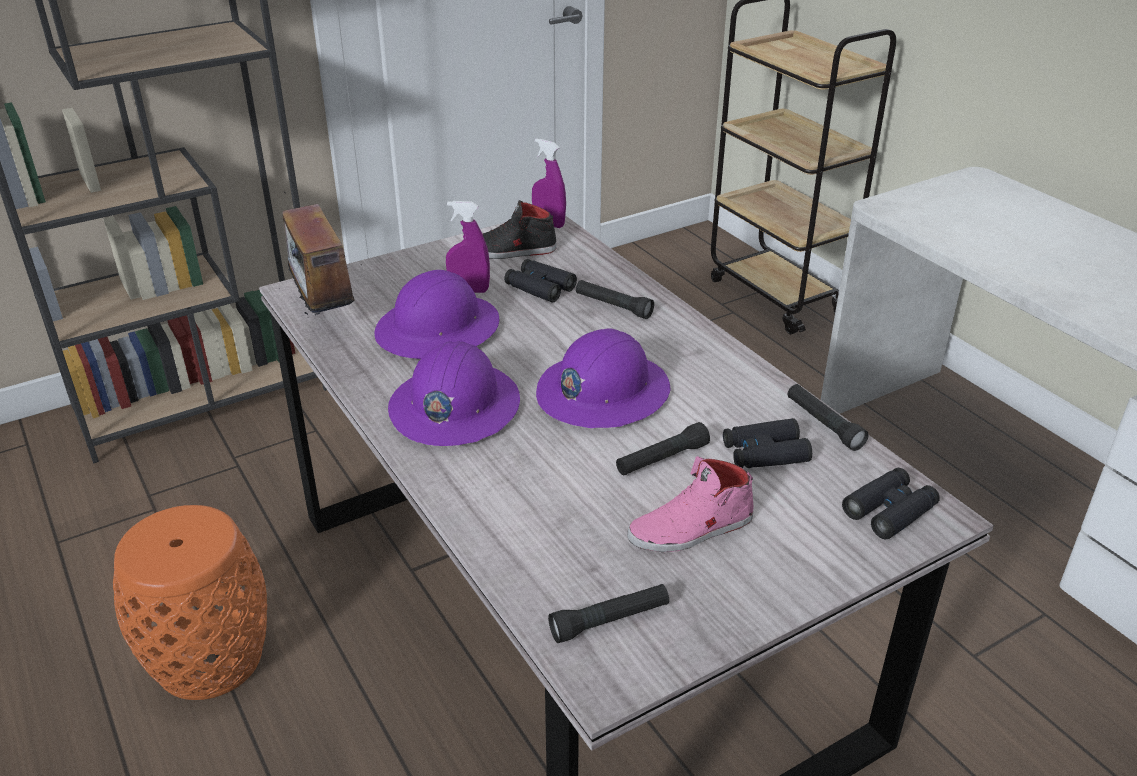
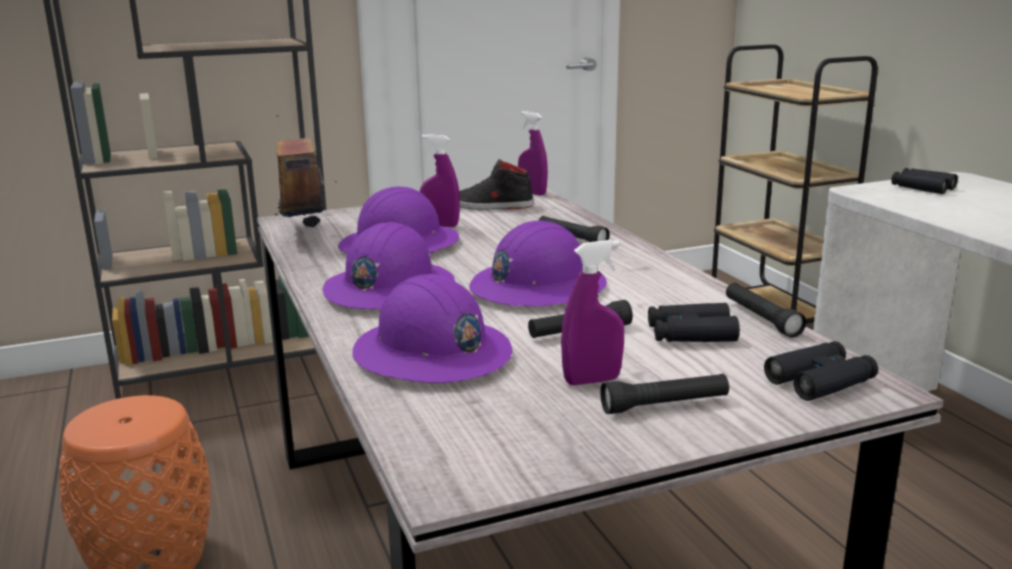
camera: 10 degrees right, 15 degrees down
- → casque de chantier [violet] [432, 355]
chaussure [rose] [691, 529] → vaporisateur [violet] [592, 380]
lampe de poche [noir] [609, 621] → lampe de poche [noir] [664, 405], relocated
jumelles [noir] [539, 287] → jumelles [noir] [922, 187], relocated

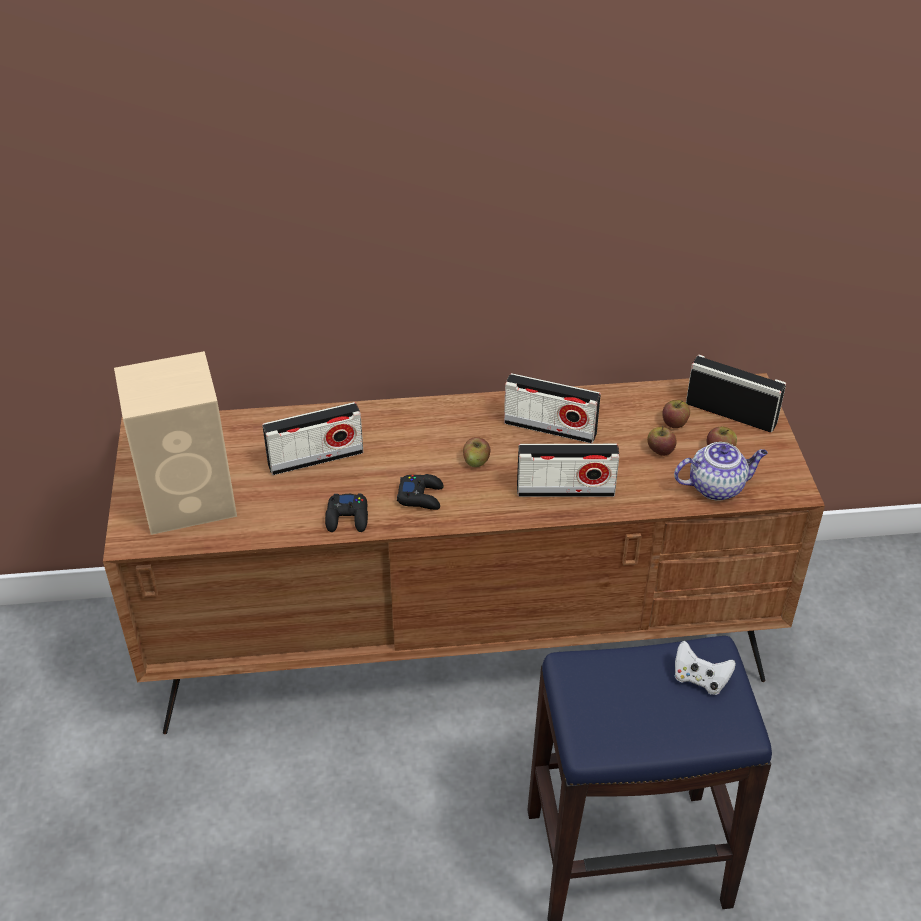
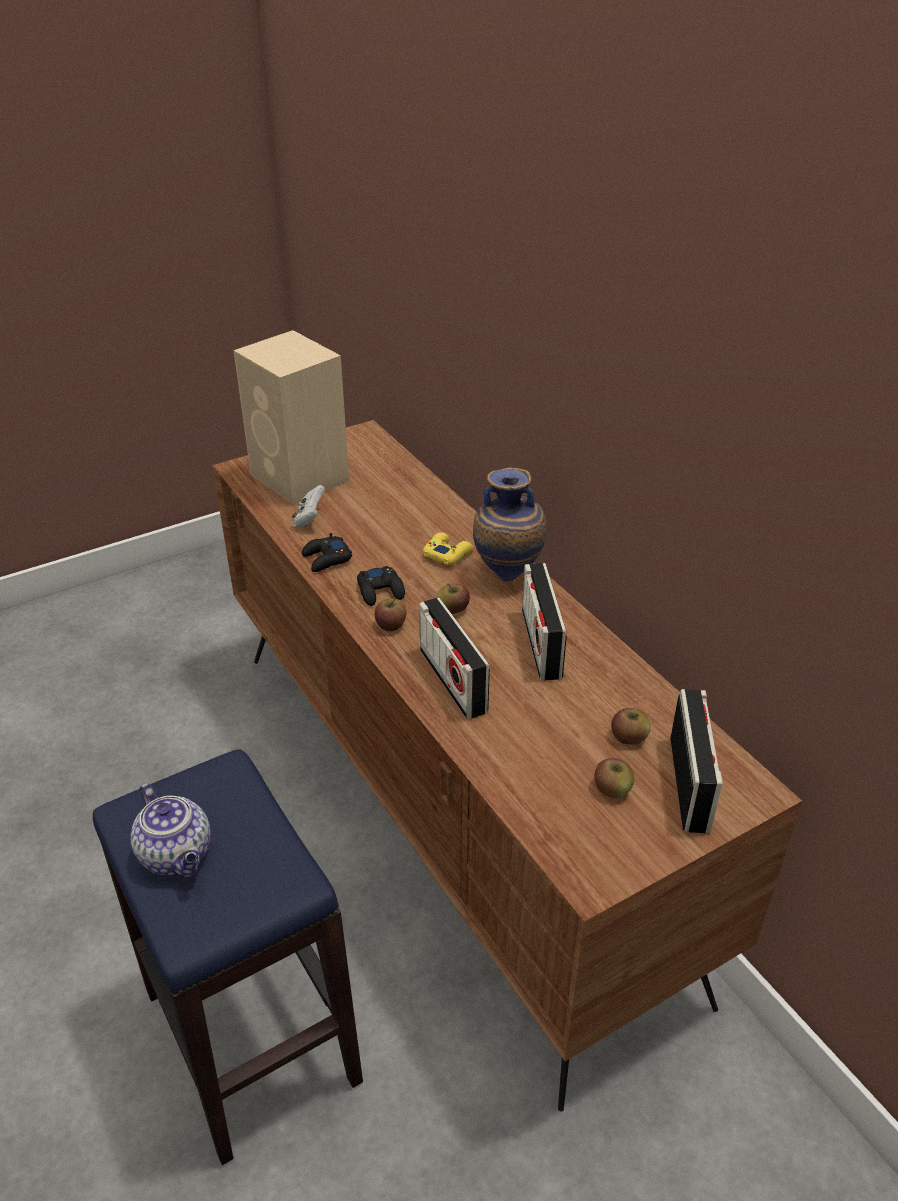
camera: 65 degrees right, 5 degrees down
théière [717, 486] → théière [177, 855], relocated
manette [blanc] [700, 679] → manette [blanc] [309, 519], relocated
pomme [660, 450] → pomme [391, 625], relocated
- → manette [jaune] [447, 553]
- → vase [507, 575]
radio [315, 458] → -

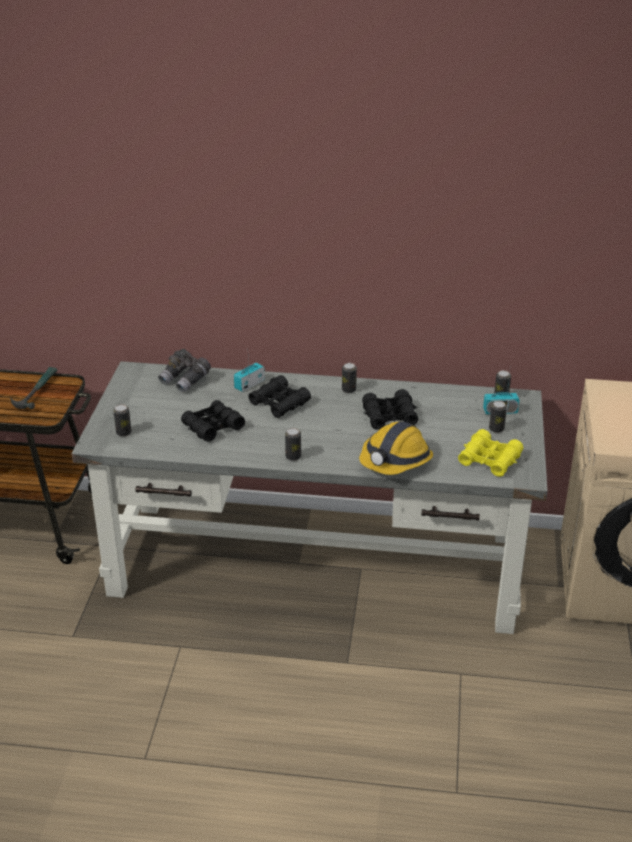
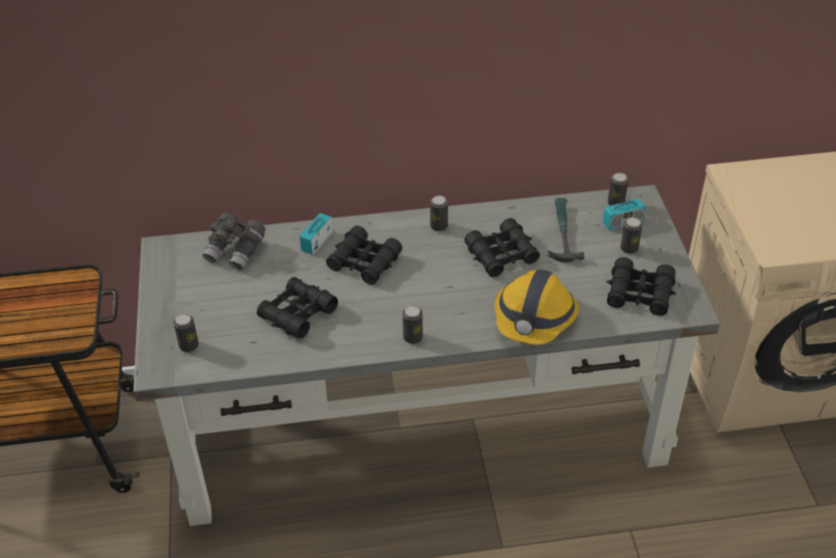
camera: 15 degrees left, 10 degrees up
marteau [36, 391] → marteau [561, 233], relocated
jumelles [jaune] [489, 460] → jumelles [noir] [639, 294]

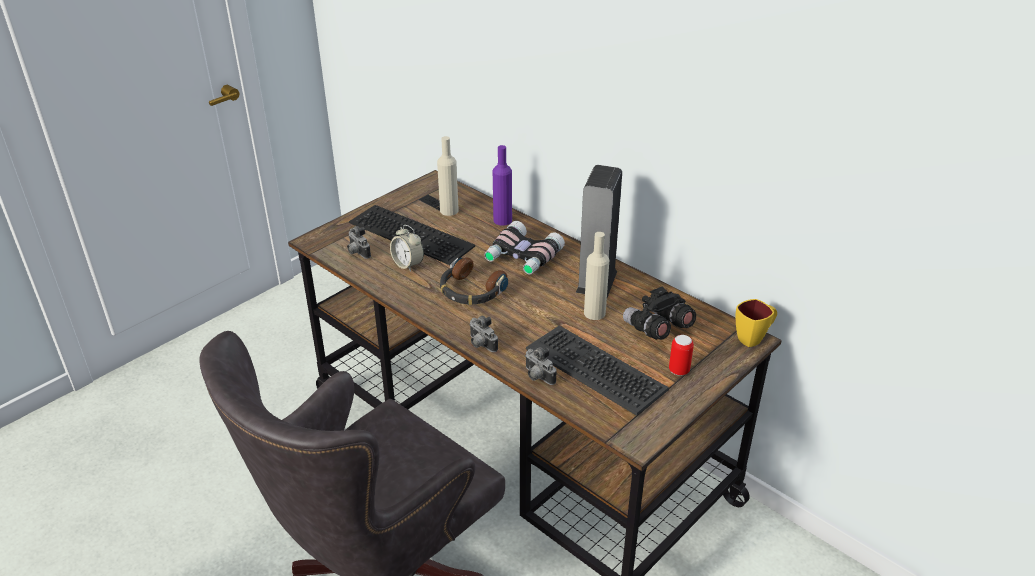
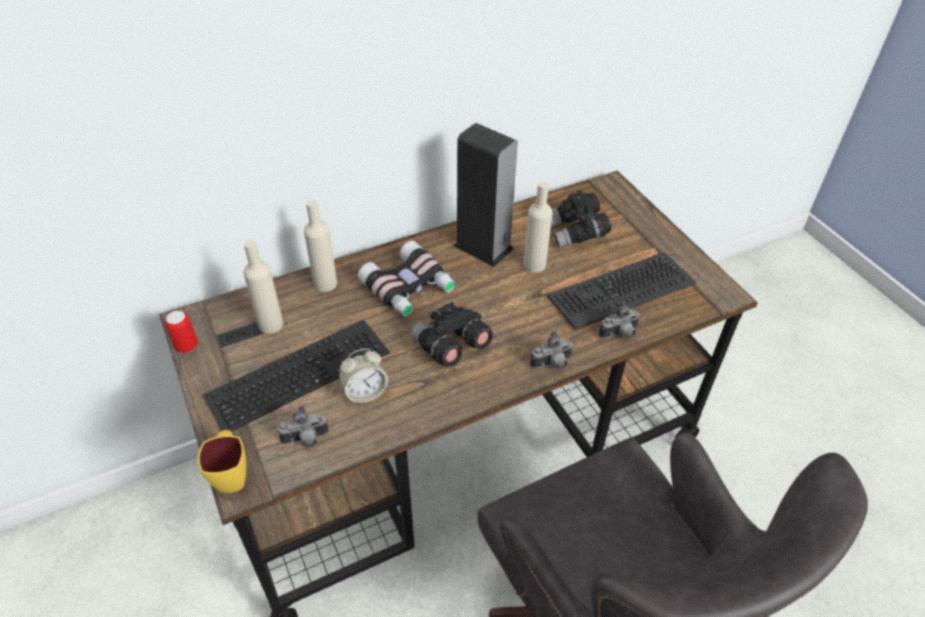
camera: 70 degrees left, 10 degrees up
boîte métallique [679, 370] → boîte métallique [187, 346], relocated
mug [jaune] [754, 338] → mug [jaune] [232, 474], relocated
bouteille [violet] [502, 220] → bouteille [beige] [325, 283]
casque audio [471, 291] → jumelles [noir] [450, 347]

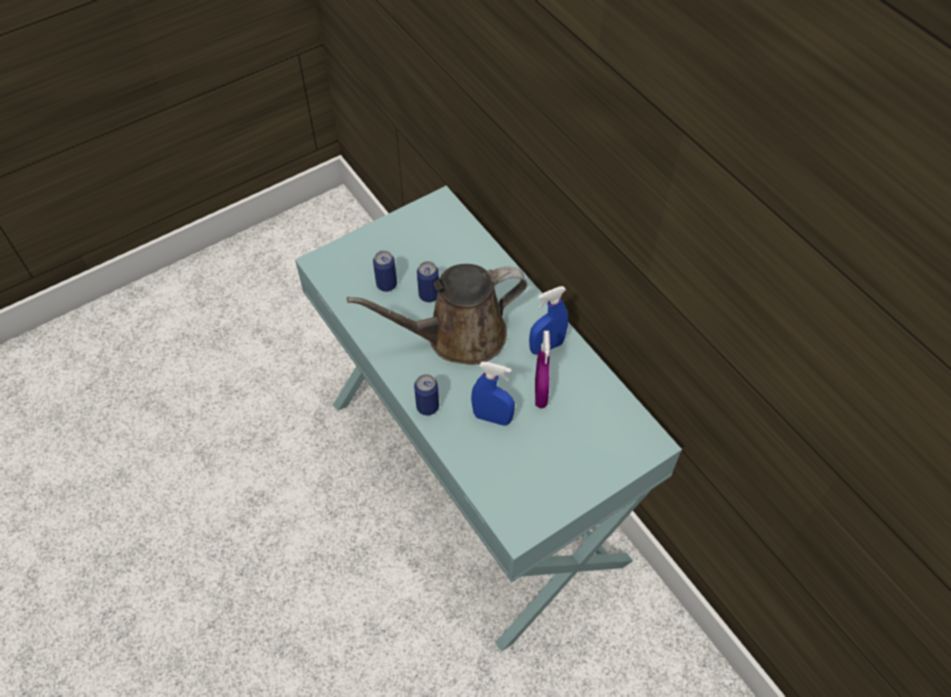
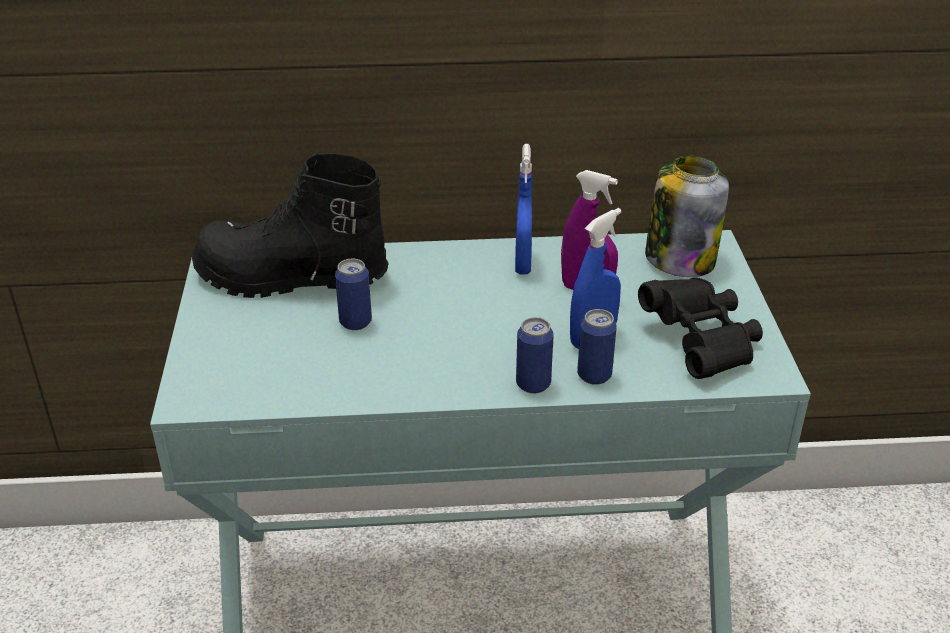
camera: 60 degrees left, 20 degrees down
- → botte [noir] [291, 278]
boîte métallique [386, 284] → boîte métallique [594, 375], relocated
- → jumelles [noir] [701, 343]
- → bocal [679, 259]
arrosoir [marron] [458, 336] → -

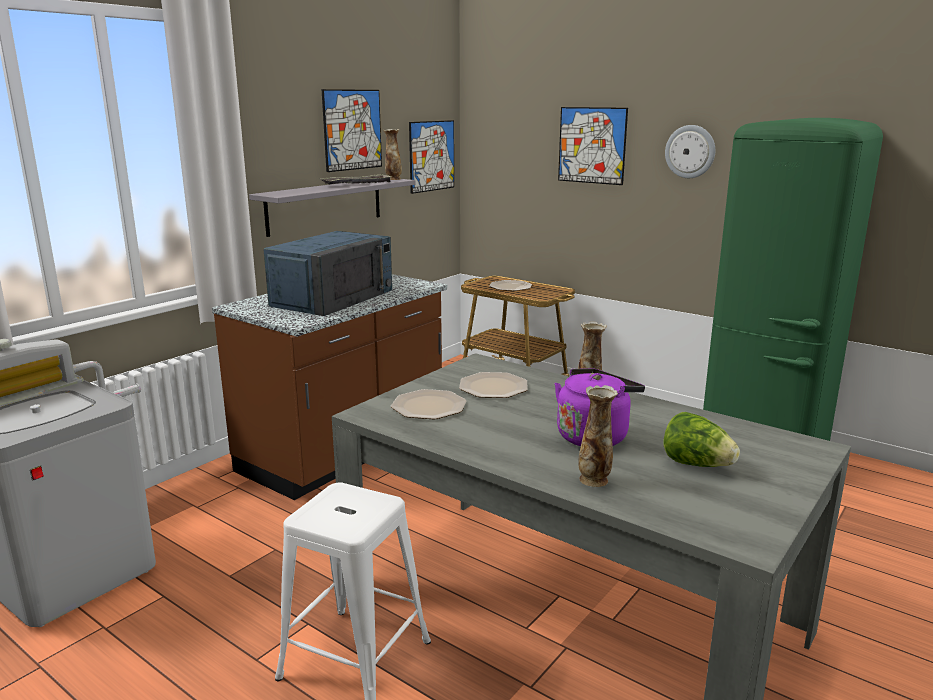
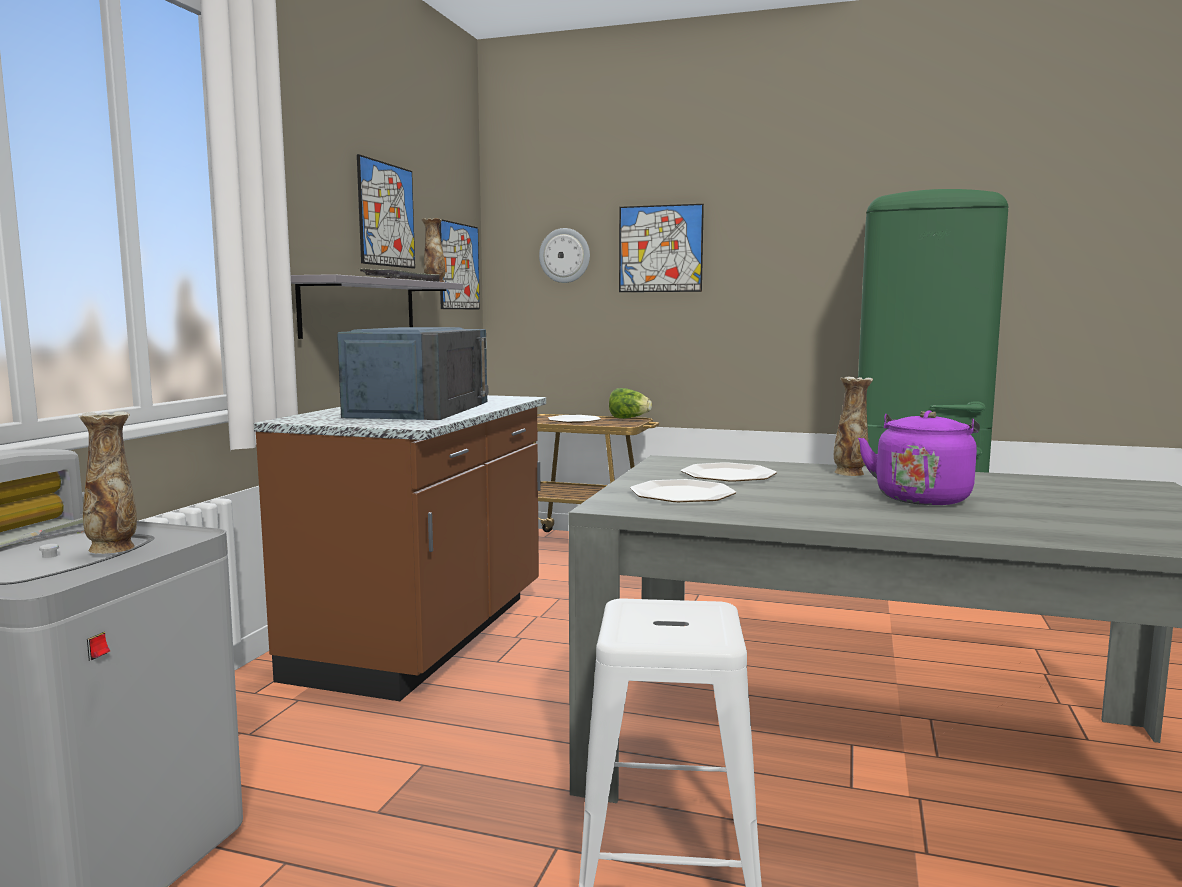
camera: 20 degrees left, 10 degrees down
vase [594, 480] → vase [113, 548], relocated
horloge murale [690, 151] → horloge murale [565, 255], relocated
laitue [697, 464] → laitue [629, 418], relocated

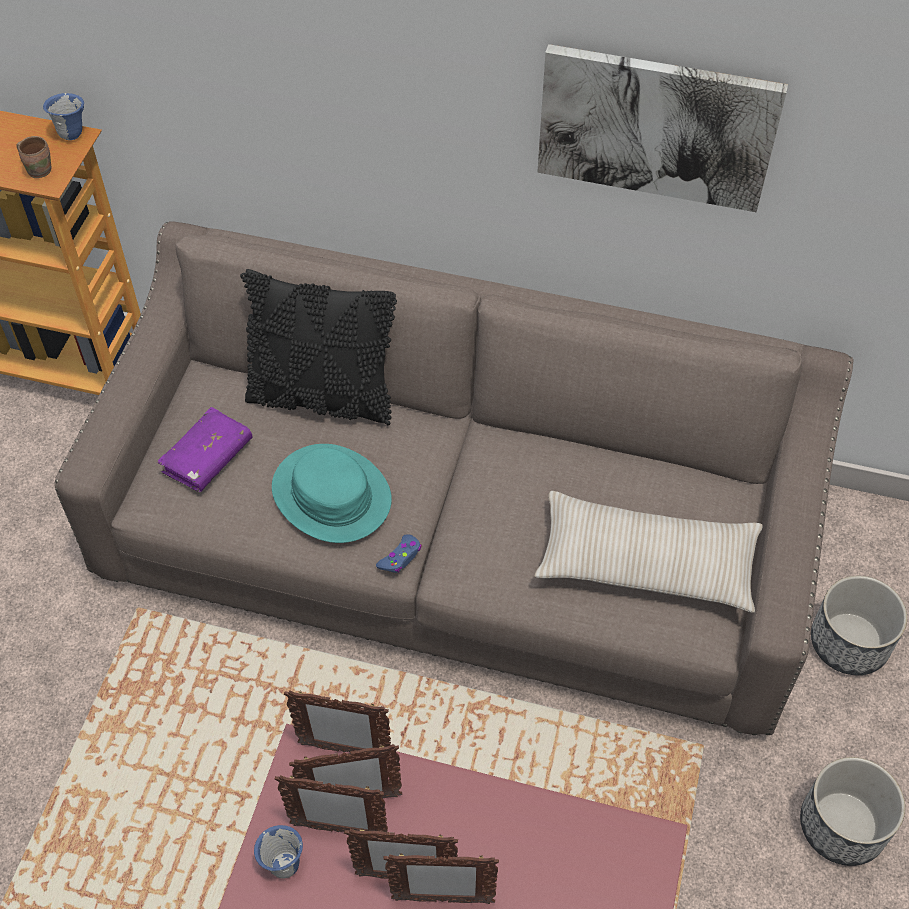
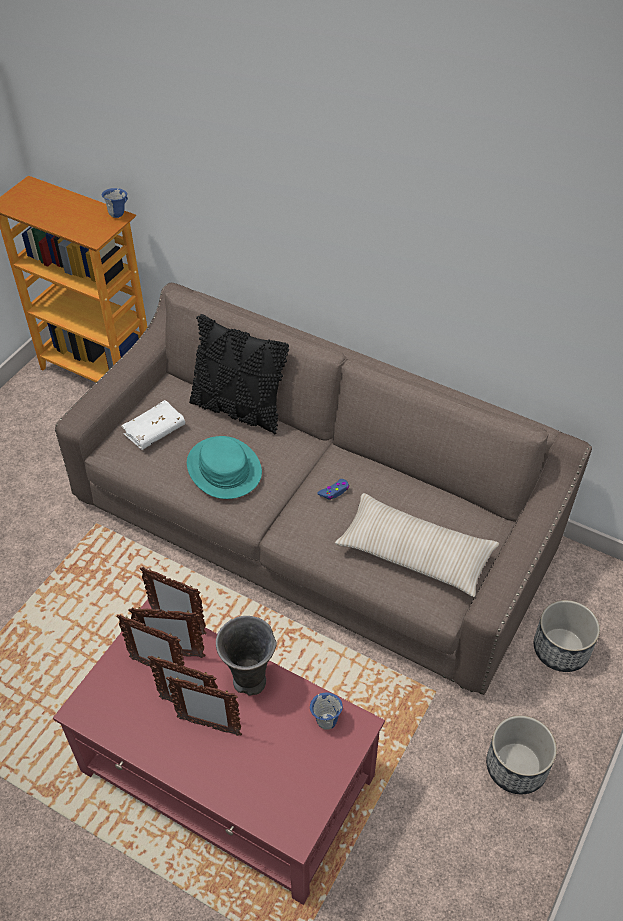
camera: 15 degrees right, 5 degrees down
livre [violet] [208, 457] → livre [blanc] [154, 431]
- → vase [gris] [250, 682]
mug [bleu] [282, 862] → mug [bleu] [325, 720], relocated
manette [bleu] [400, 557] → manette [bleu] [334, 492], relocated
mug [marron] [39, 169] → -
tableau [656, 126] → -

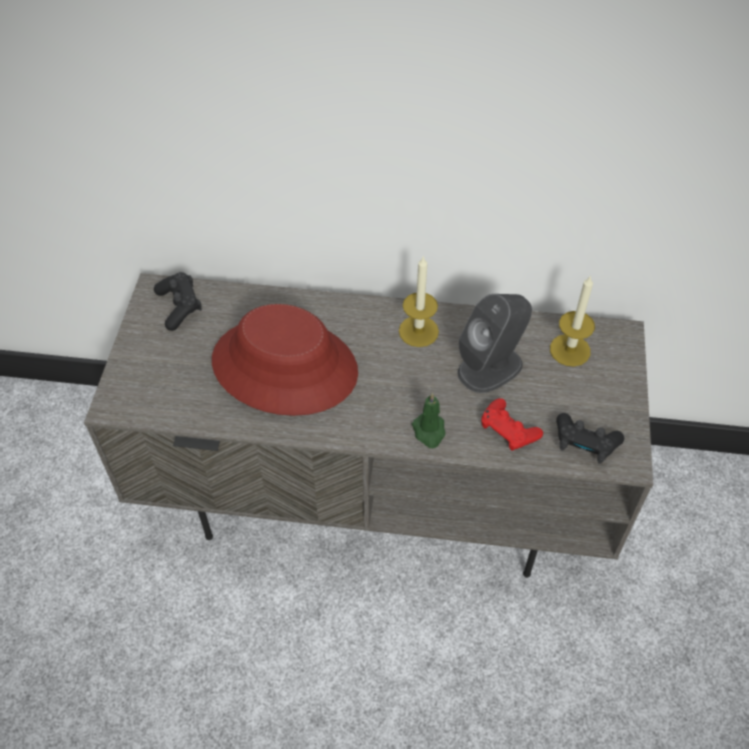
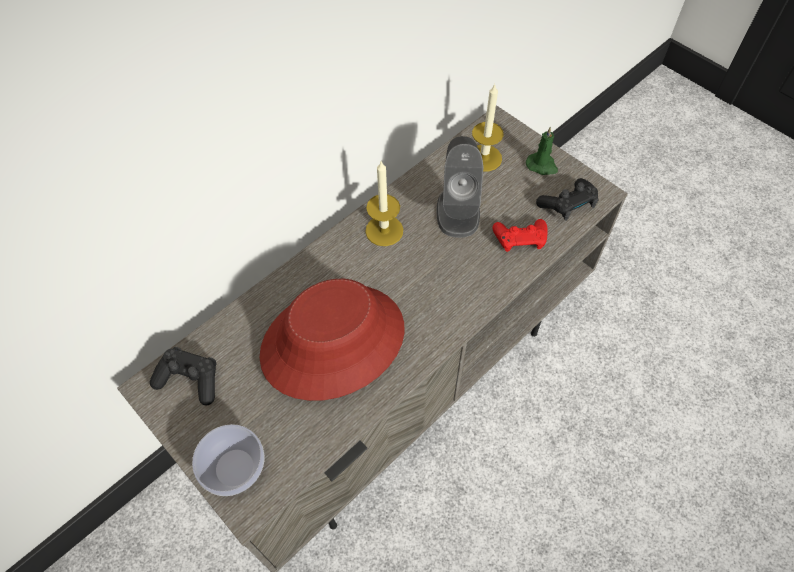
camera: 50 degrees left, 5 degrees up
- → bol [237, 469]
bougie [vert] [429, 431] → bougie [vert] [542, 166], relocated

